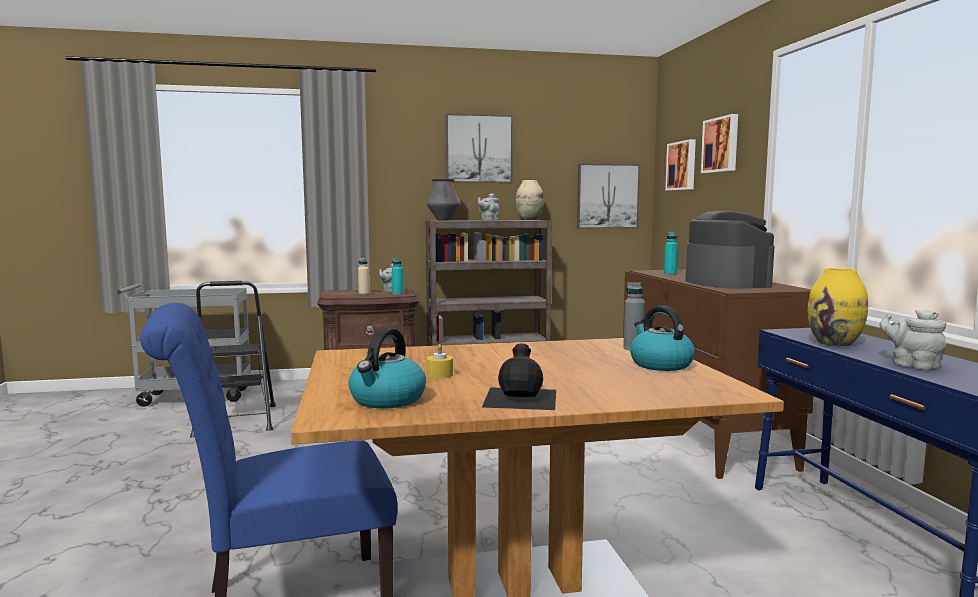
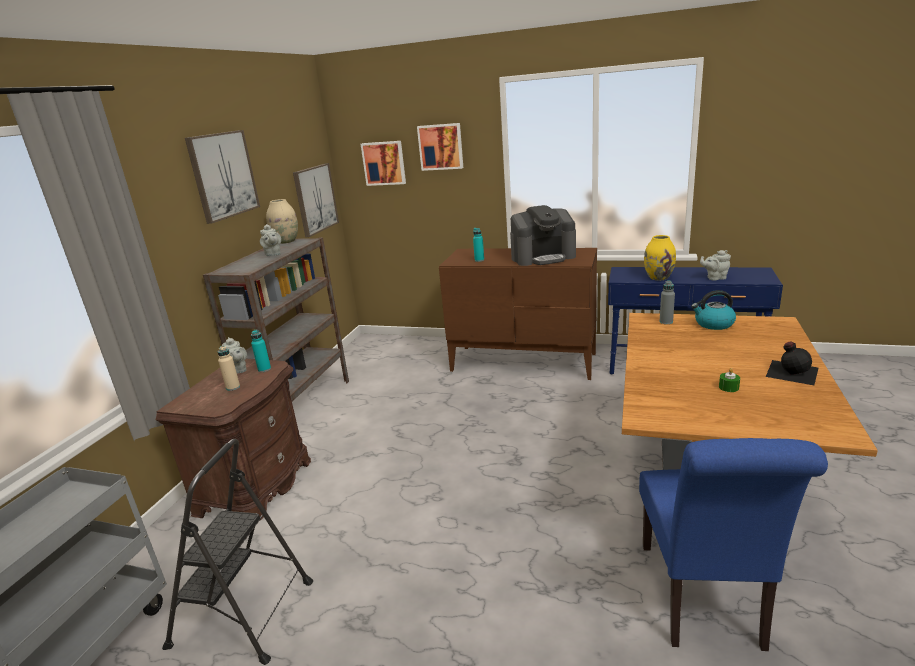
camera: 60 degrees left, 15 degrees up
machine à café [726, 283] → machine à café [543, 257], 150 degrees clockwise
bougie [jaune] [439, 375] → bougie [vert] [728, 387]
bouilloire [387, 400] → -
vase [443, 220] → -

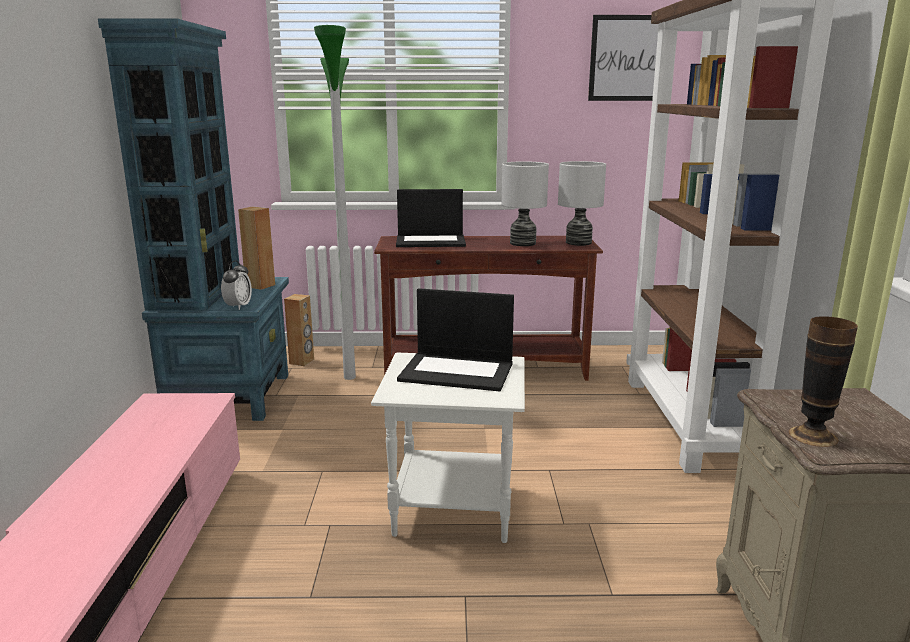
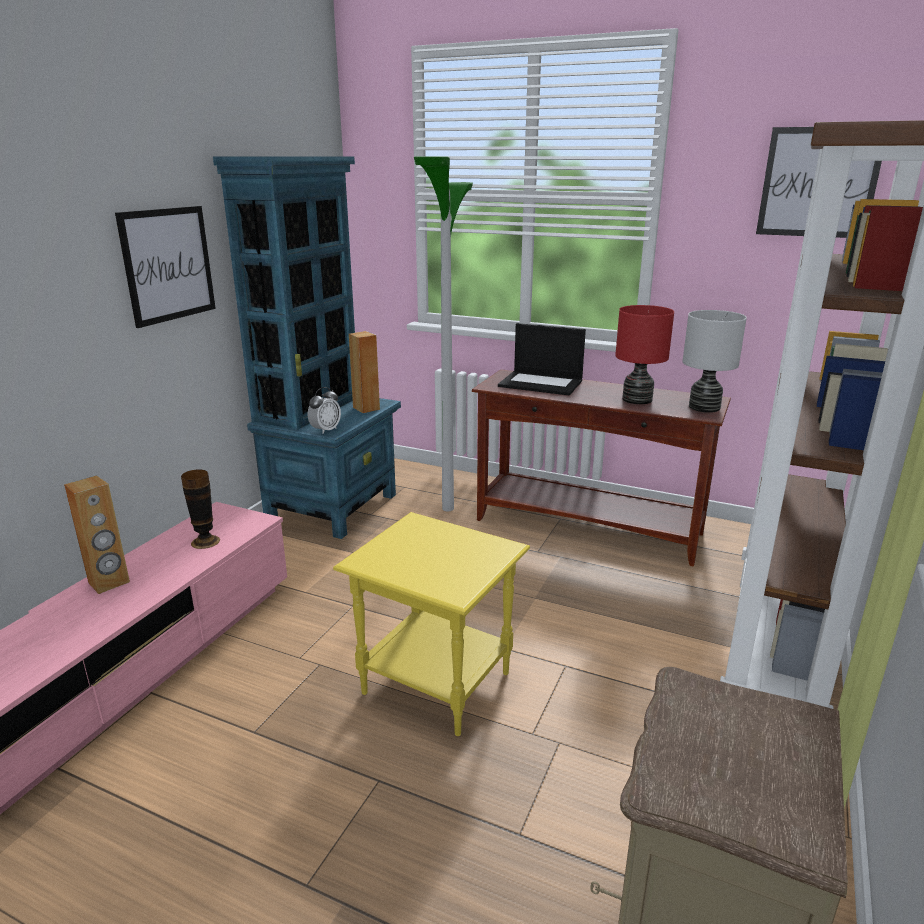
camera: 25 degrees right, 5 degrees up
enceinte [marron] [302, 361] → enceinte [marron] [109, 582], relocated
- → tableau [168, 264]
vase [813, 435] → vase [205, 541], relocated
table d'appoint [blanc] [455, 510] → table d'appoint [jaune] [438, 684]
lampe de table [gris] [522, 243] → lampe de table [rouge] [636, 399]
ordinateur portable [458, 371] → -

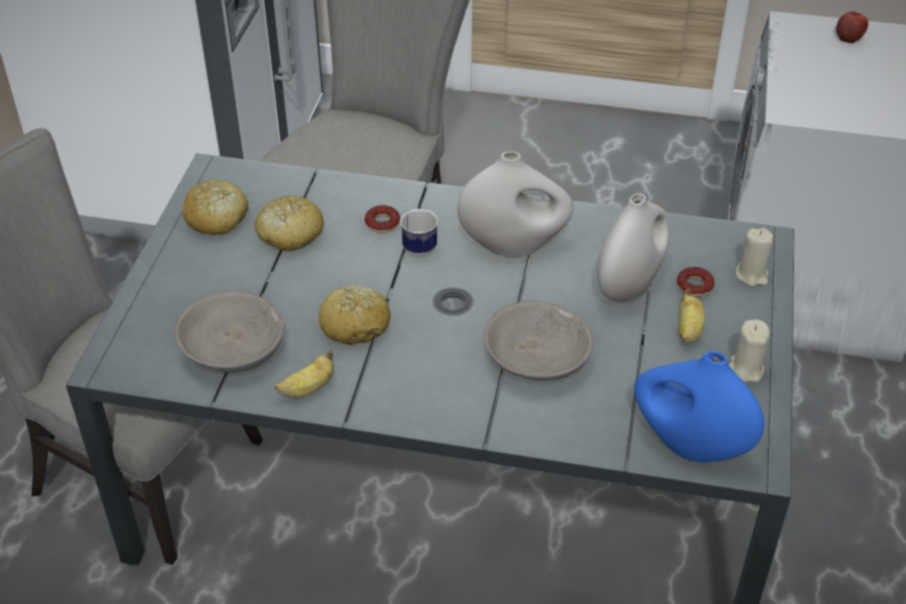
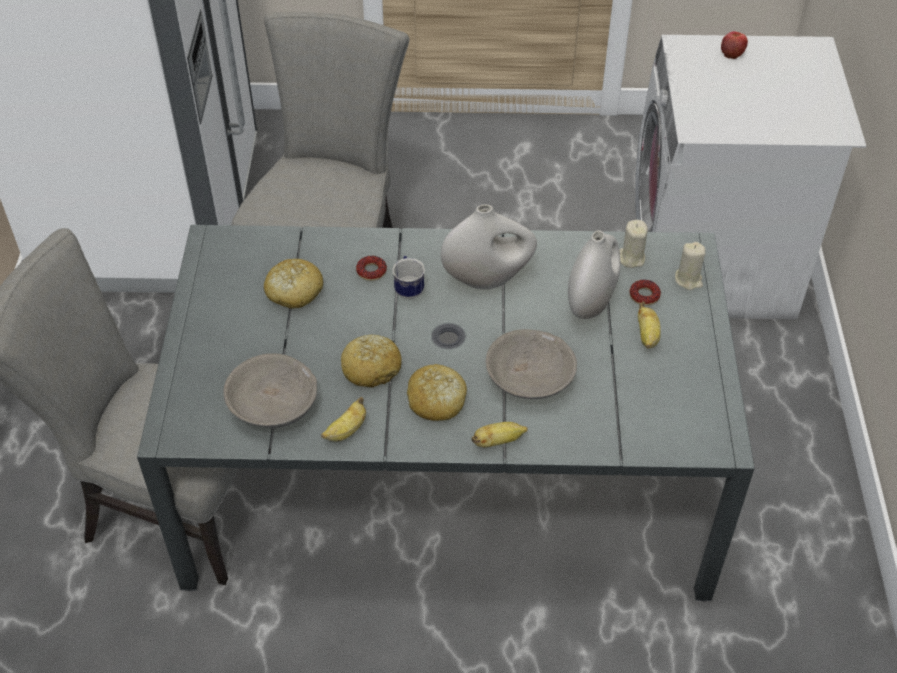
camera: 10 degrees left, 5 degrees up
pain [217, 218] → pain [436, 401], relocated
- → banane [498, 441]
bougie [beige] [745, 369] → bougie [beige] [631, 258], relocated
vase [bleu] [689, 446] → -

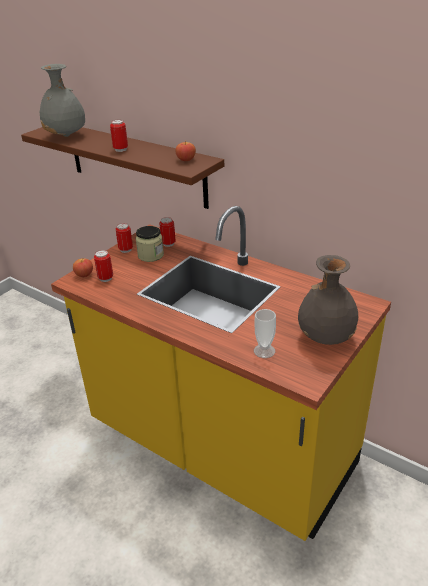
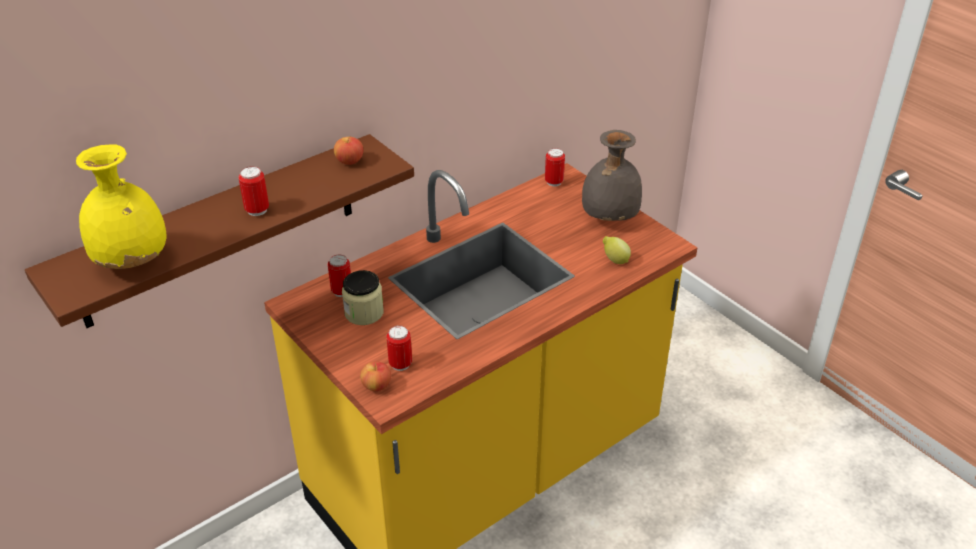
camera: 75 degrees left, 5 degrees up
vase [gris] [66, 136] → vase [jaune] [134, 261]
boîte métallique [126, 249] → boîte métallique [554, 182], relocated
tasse [264, 351] → citron [615, 260]

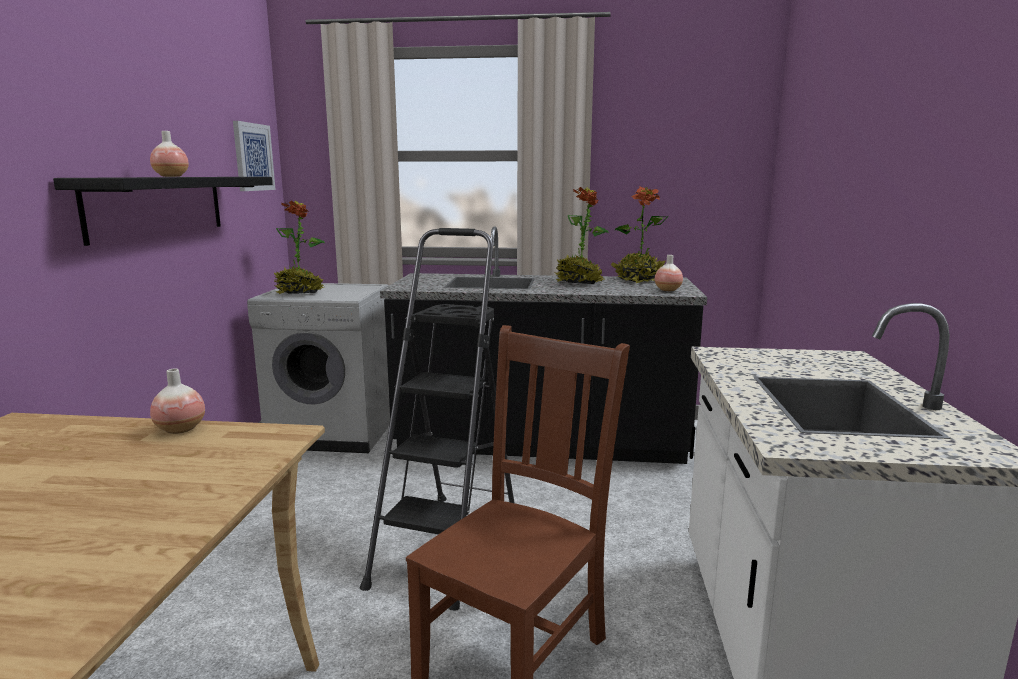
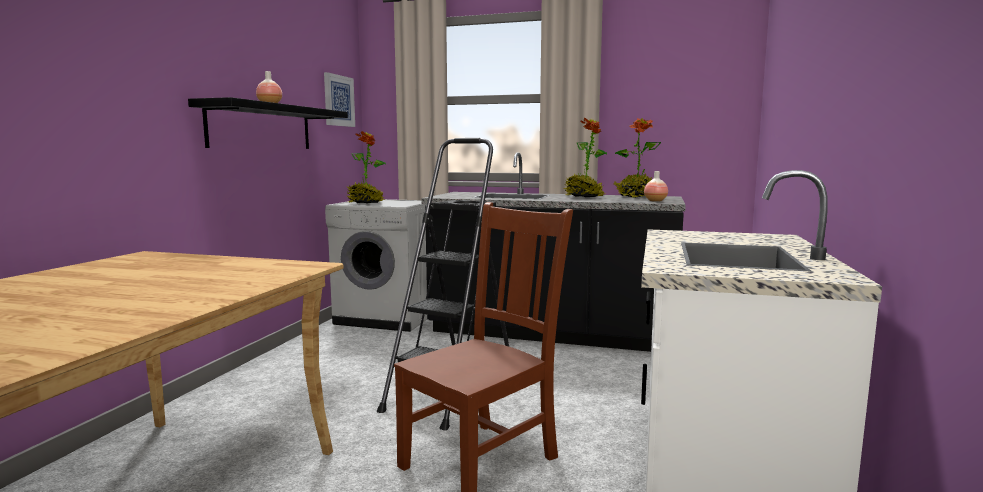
camera: 10 degrees right, 5 degrees down
vase [180, 429] → -

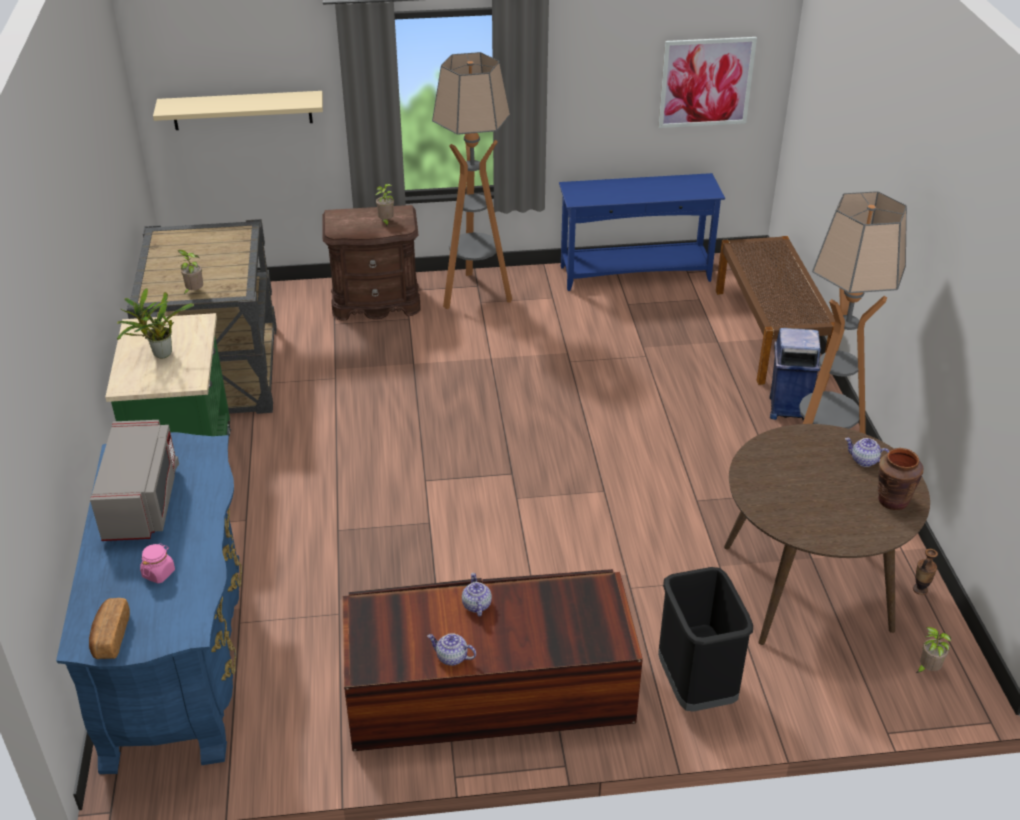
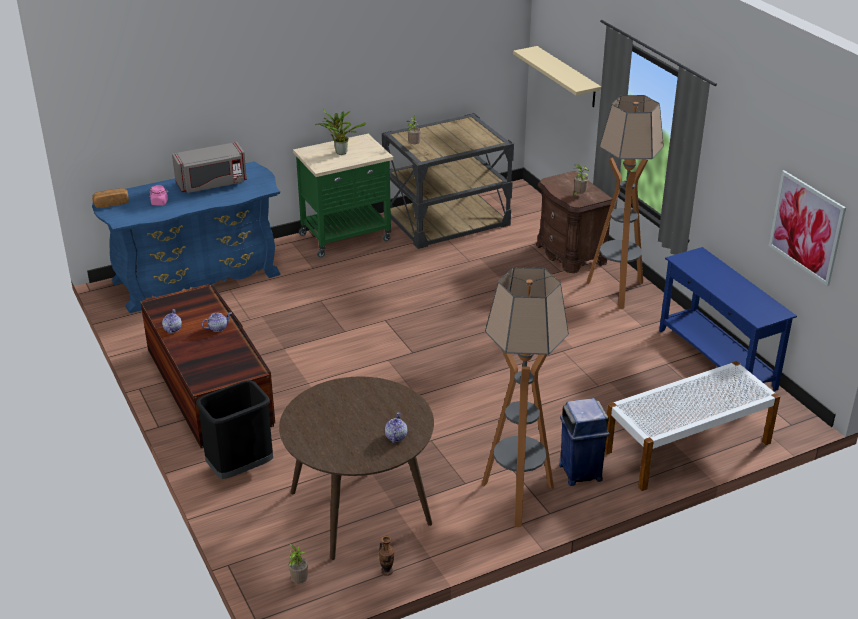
camera: 70 degrees right, 5 degrees down
banc [marron] [770, 333] → banc [blanc] [687, 447]
vase [marron] [892, 500] → -

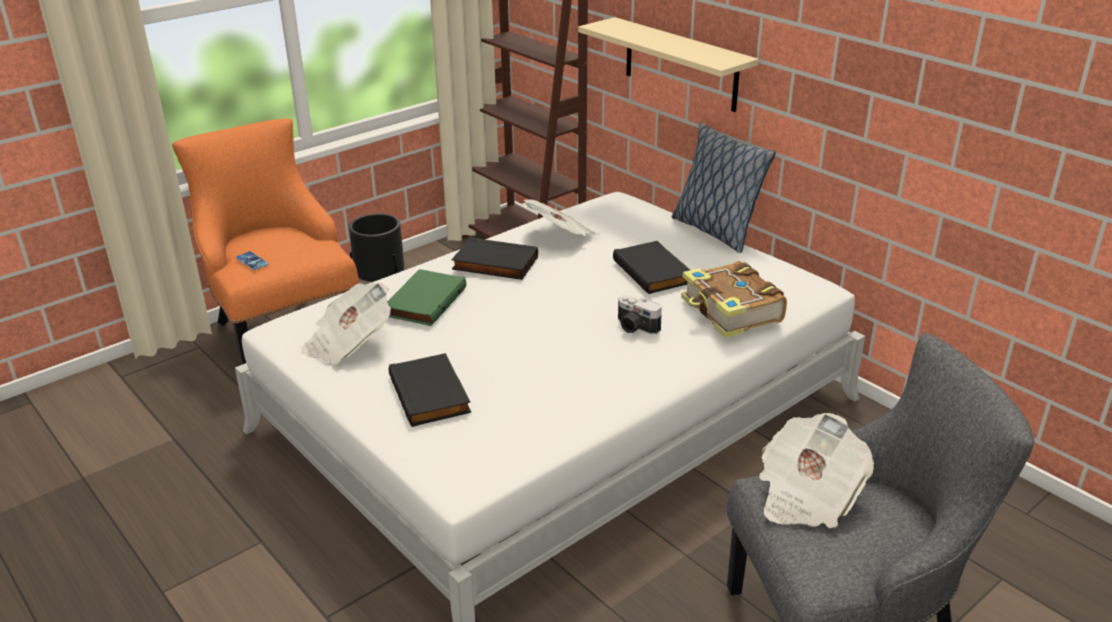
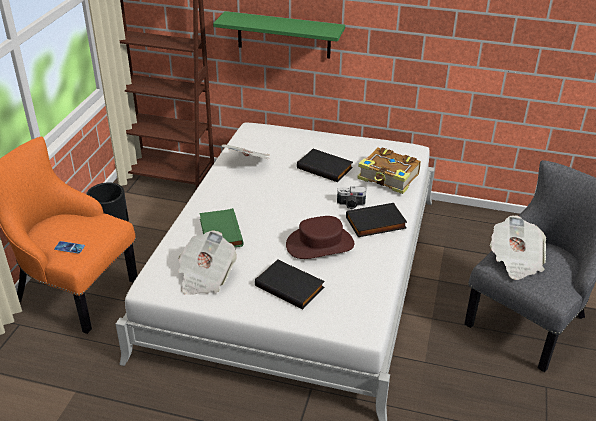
camera: 35 degrees left, 5 degrees up
étagère [beige] [680, 64] → étagère [vert] [283, 35]
- → chapeau [marron] [320, 244]
livre [noir] [494, 264] → livre [noir] [376, 223], relocated
coussin [715, 231] → -

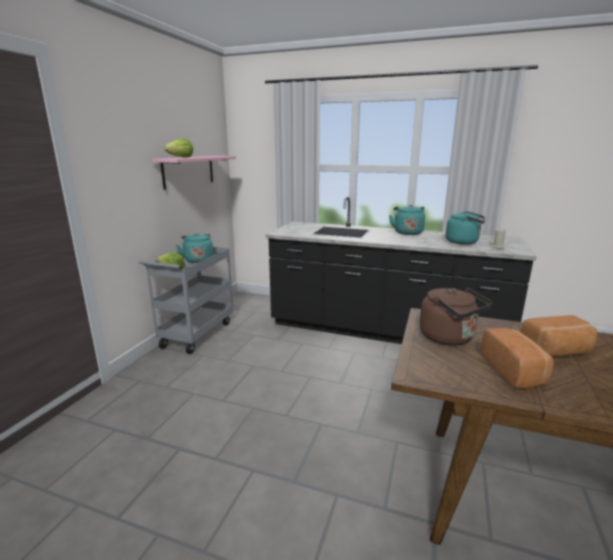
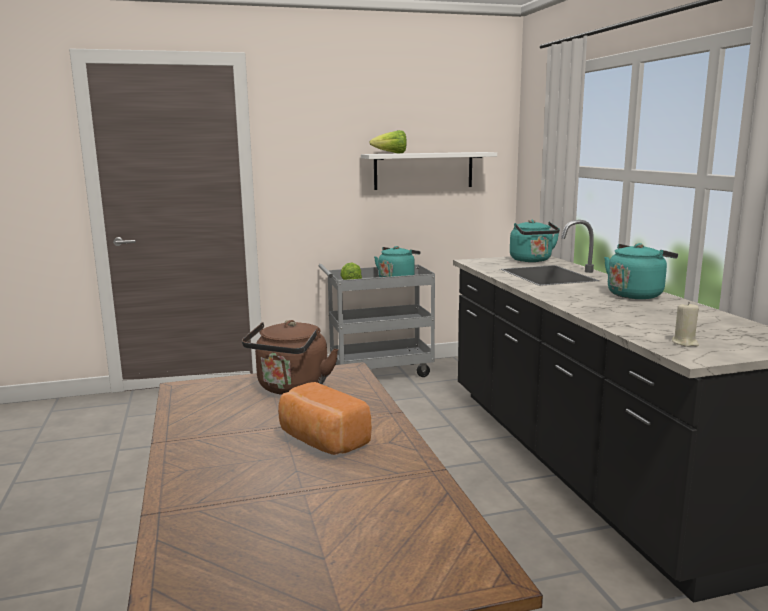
camera: 55 degrees right, 5 degrees down
étagère [rose] [188, 171] → étagère [blanc] [423, 170]
bouilloire [turquoise] [464, 242] → bouilloire [turquoise] [532, 260], relocated
pain [514, 371] → -

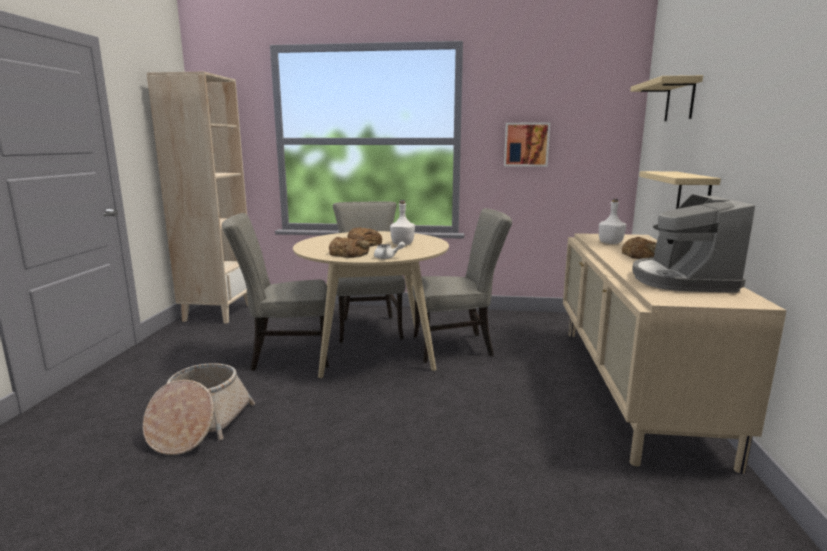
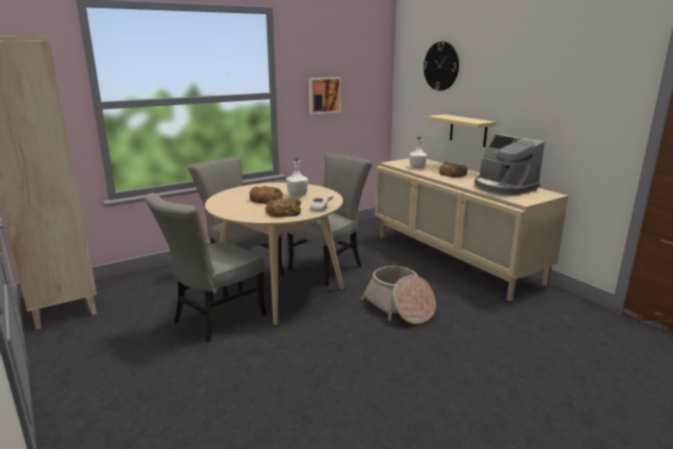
camera: 40 degrees left, 5 degrees up
panier [199, 425] → panier [399, 308], relocated
étagère [beige] [680, 100] → horloge murale [441, 66]

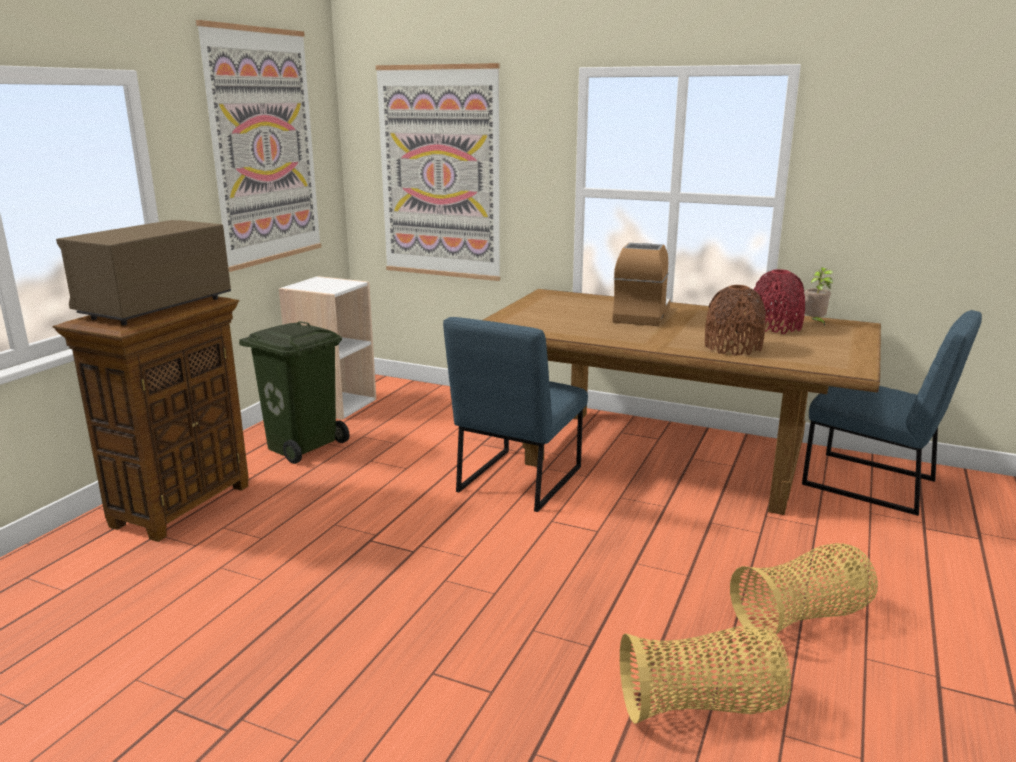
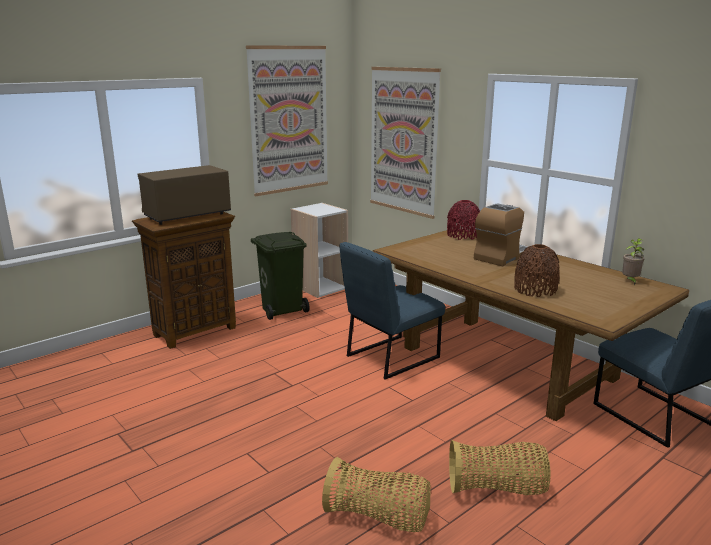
camera: 25 degrees right, 0 degrees up
vase [rouge] [774, 327] → vase [rouge] [463, 236], relocated

